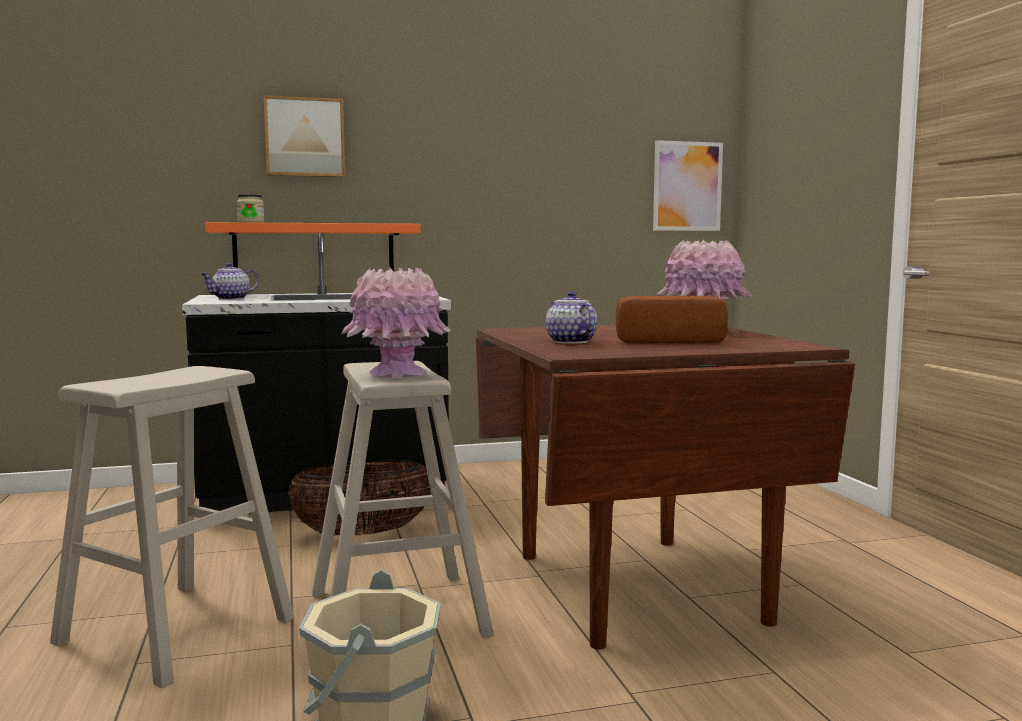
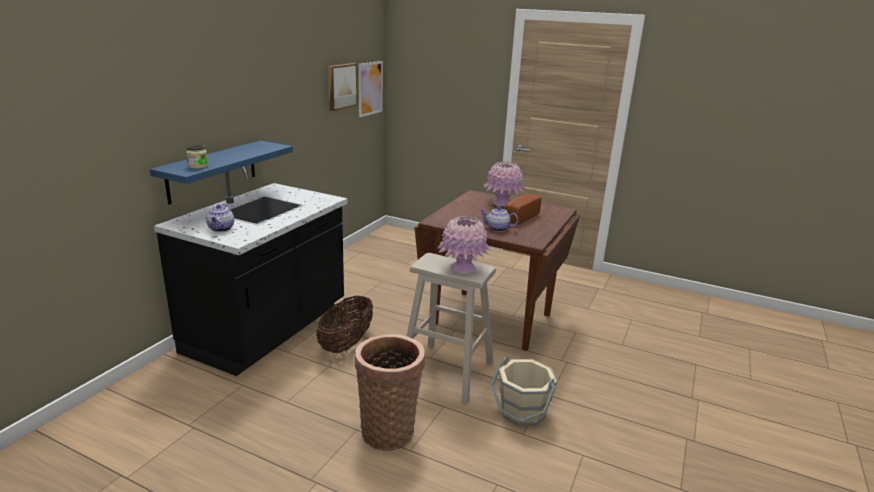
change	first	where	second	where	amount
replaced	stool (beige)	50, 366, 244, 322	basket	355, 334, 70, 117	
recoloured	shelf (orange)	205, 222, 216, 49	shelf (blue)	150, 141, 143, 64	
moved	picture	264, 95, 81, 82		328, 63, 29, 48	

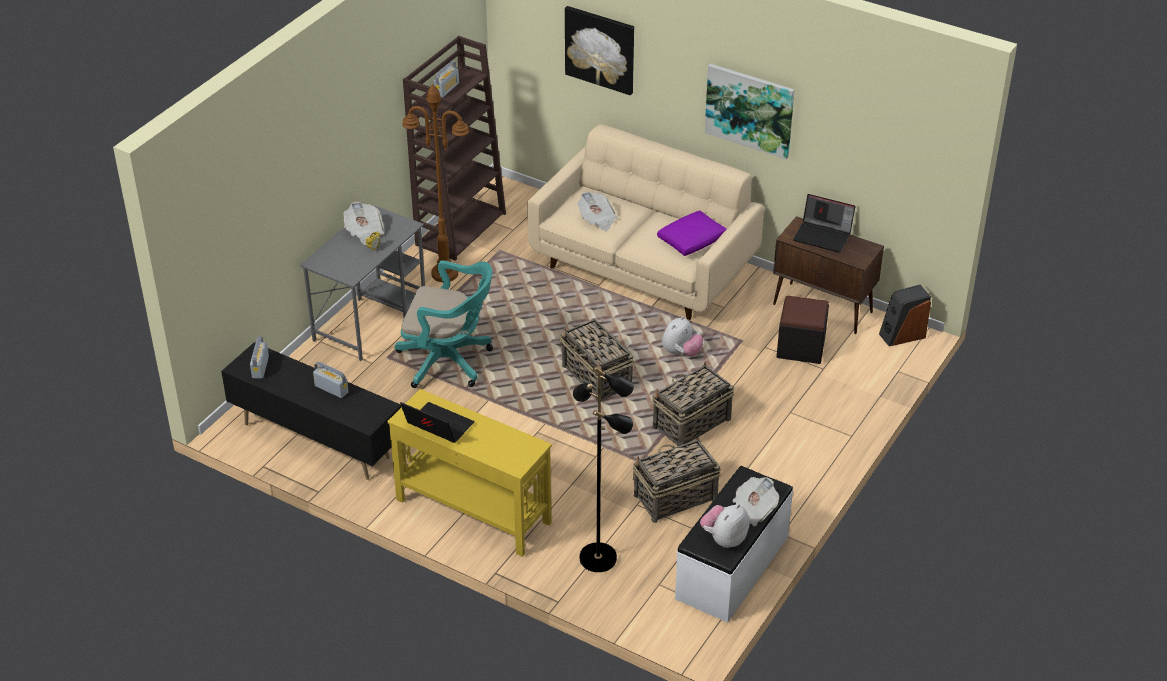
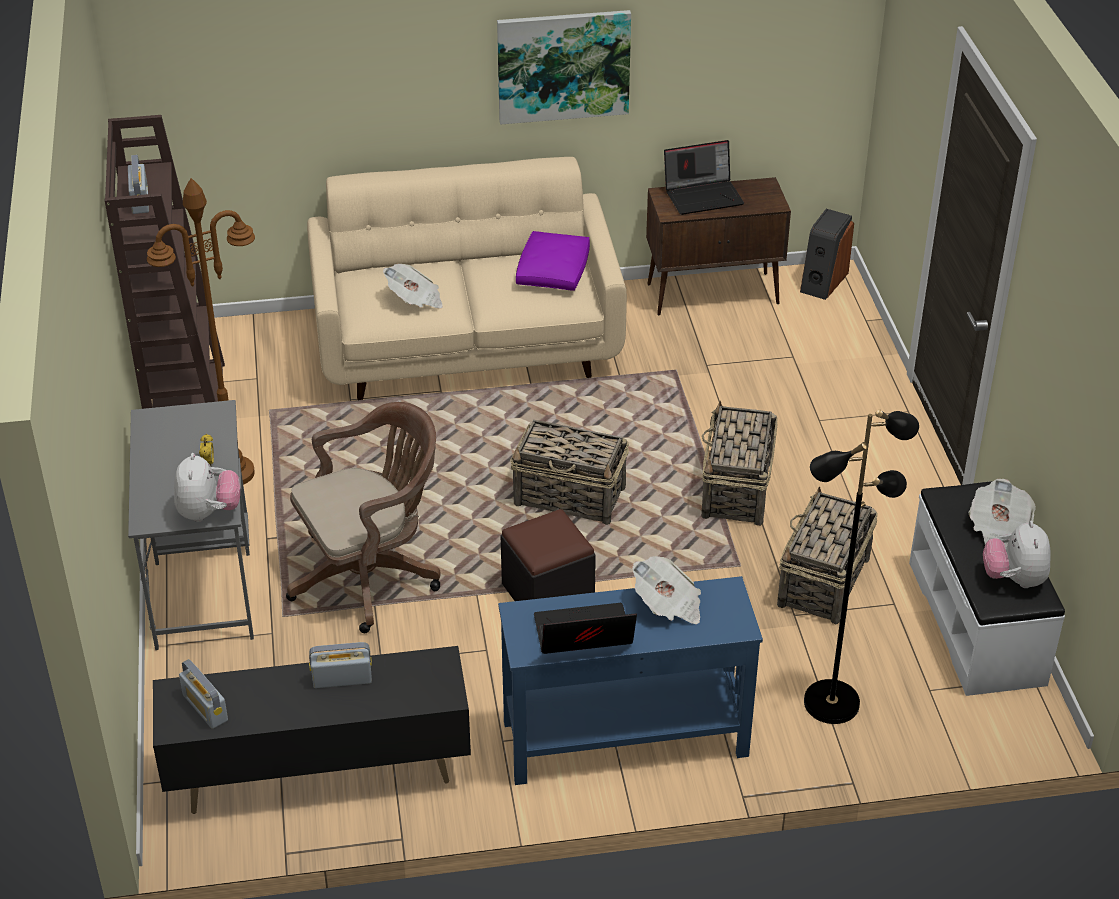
change	first	where	second	where	amount
moved	newspaper	343, 202, 41, 43		632, 556, 69, 68	
recoloured	console table (yellow)	387, 389, 165, 168	console table (blue)	498, 576, 265, 209	
recoloured	office chair (turquoise)	395, 260, 98, 128	office chair (brown)	286, 402, 155, 231	
removed	picture	565, 6, 69, 89			
moved	plush toy	662, 316, 41, 41		174, 453, 66, 69	
moved	ottoman (black)	777, 296, 52, 68		501, 509, 95, 92	

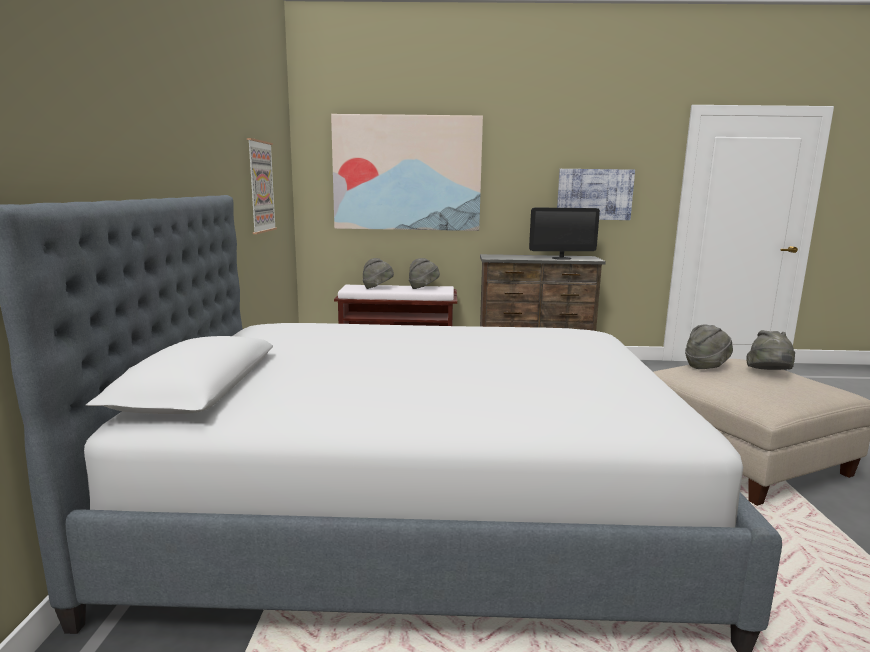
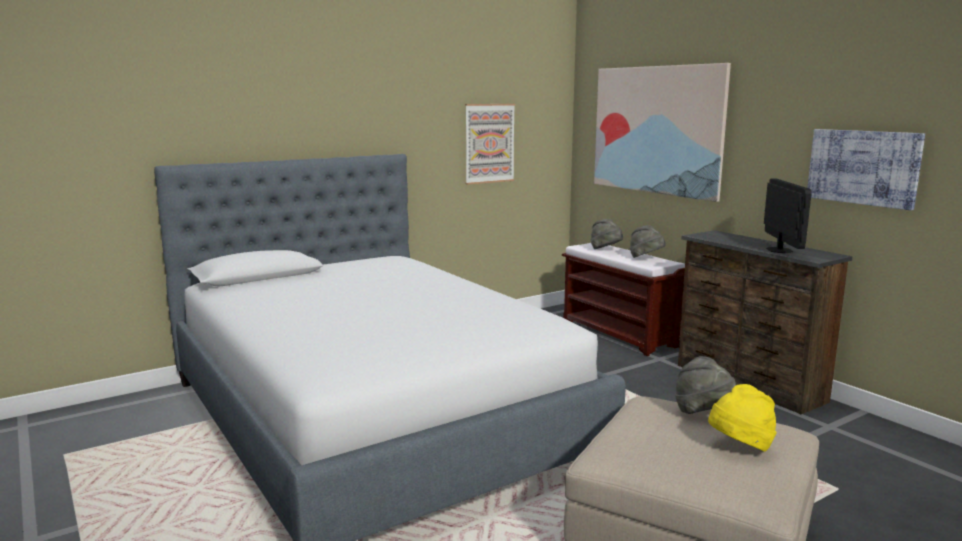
change	first	where	second	where	amount
turned	monitor	529, 207, 71, 53		764, 178, 48, 75	135 degrees counterclockwise
recoloured	hat (grey)	746, 330, 49, 40	hat (yellow)	708, 384, 69, 68	

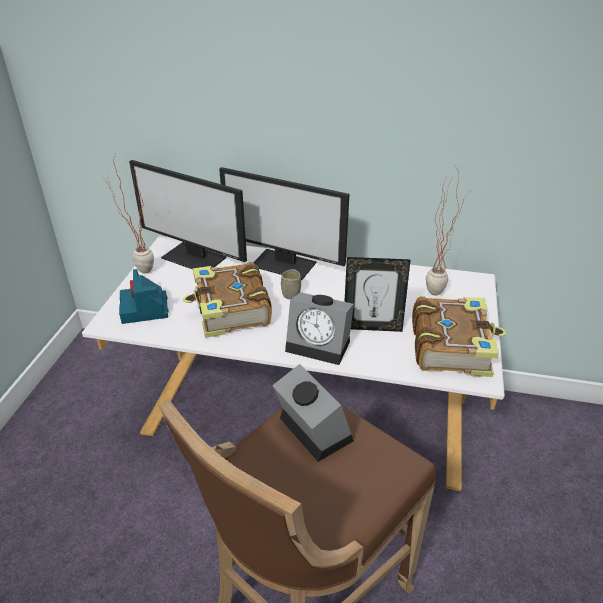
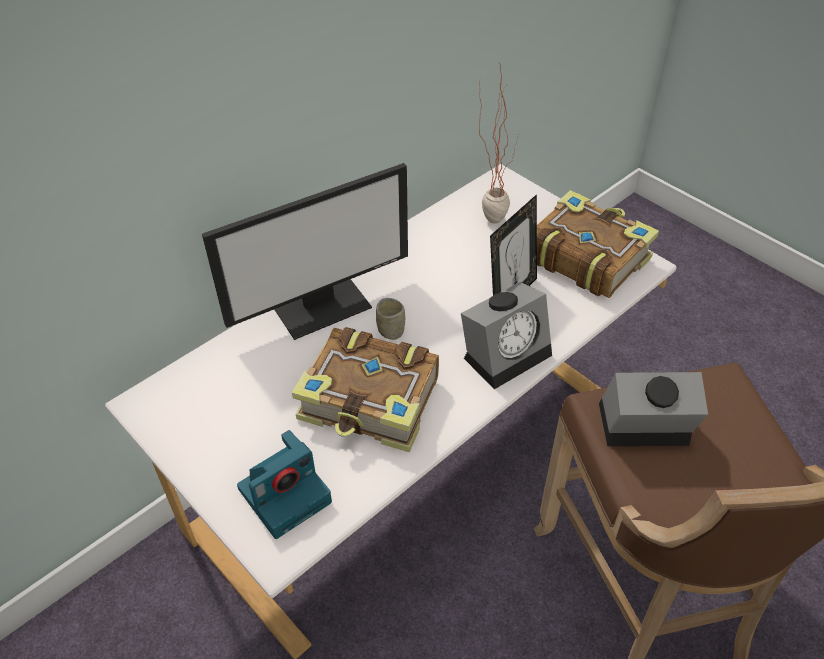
change	first	where	second	where	amount
removed	potted plant	107, 154, 47, 120			
turned	photo camera	119, 269, 50, 55		237, 430, 95, 109	60 degrees counterclockwise
removed	monitor	129, 160, 118, 109			

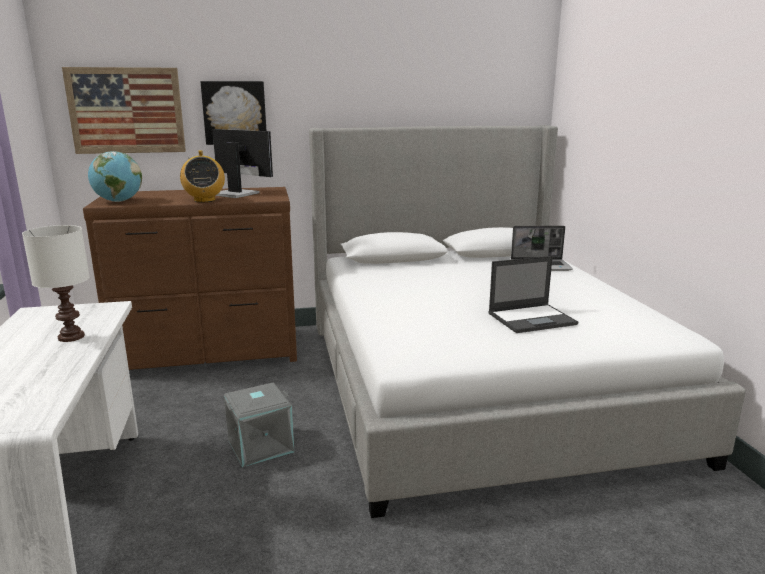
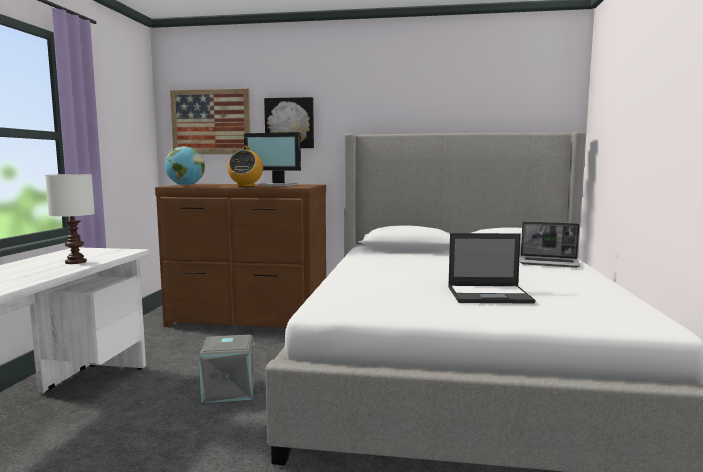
change	first	where	second	where	amount
turned	monitor	212, 129, 61, 69		244, 132, 57, 54	150 degrees clockwise

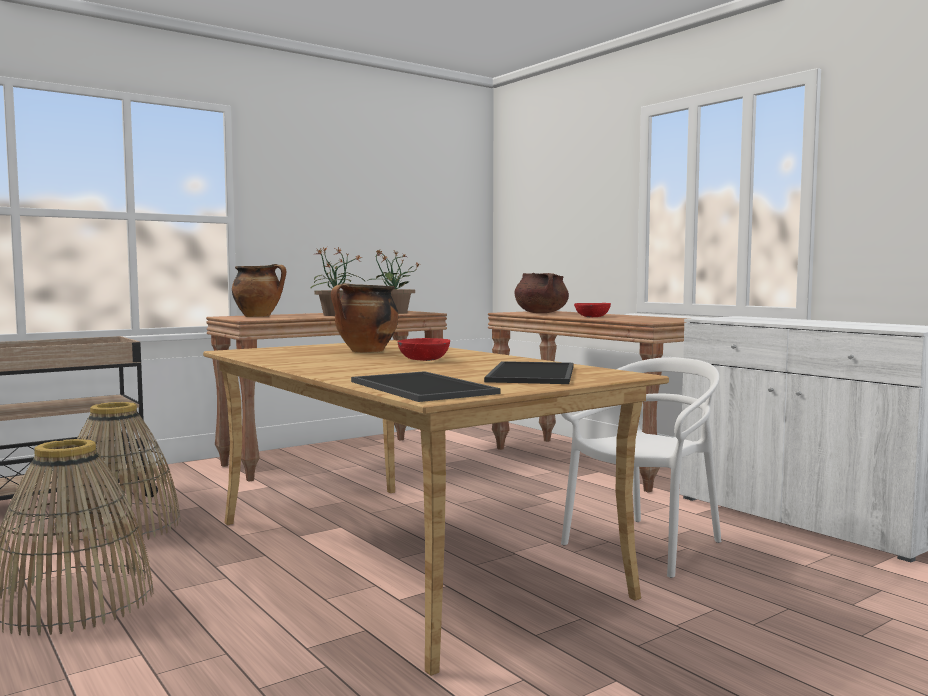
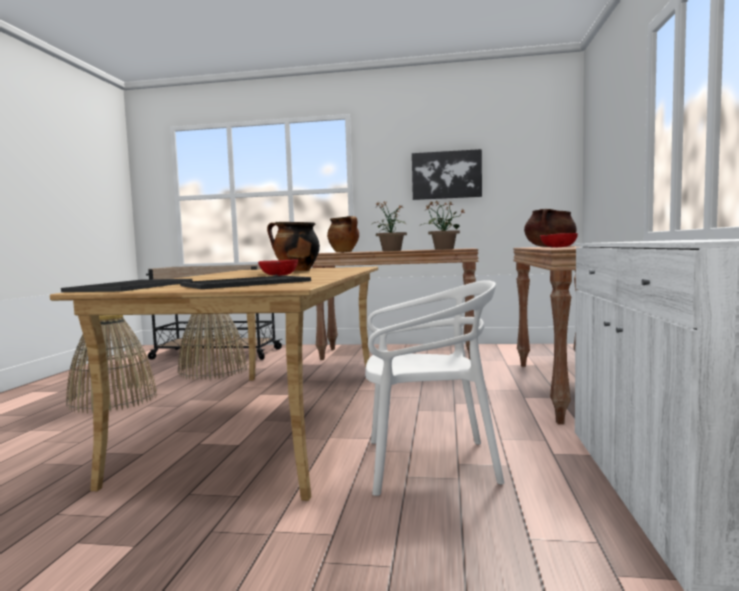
change	first	where	second	where	amount
added			picture	412, 149, 70, 51	

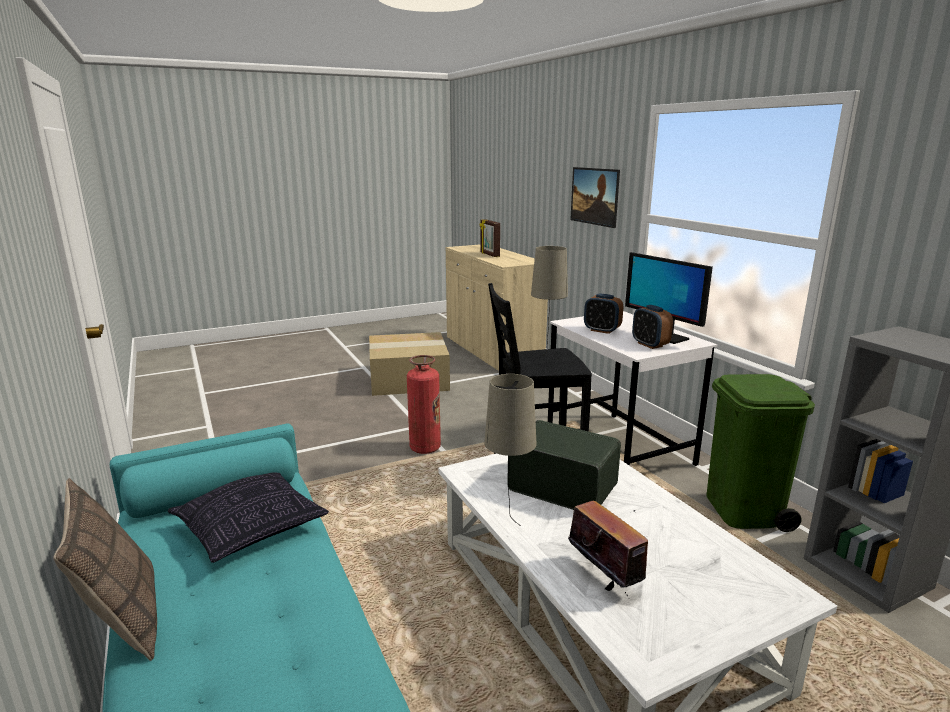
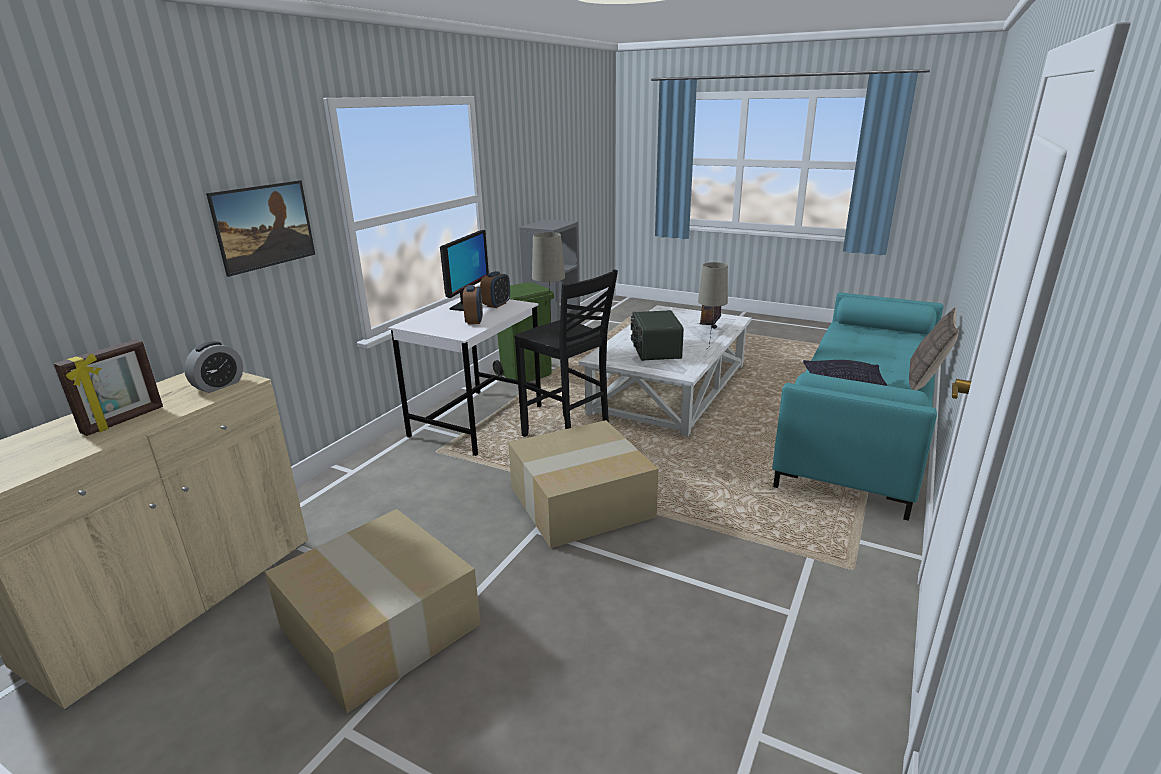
change	first	where	second	where	amount
replaced	fire extinguisher	407, 355, 34, 99	cardboard box	508, 420, 150, 129	
added			alarm clock	184, 341, 59, 52	

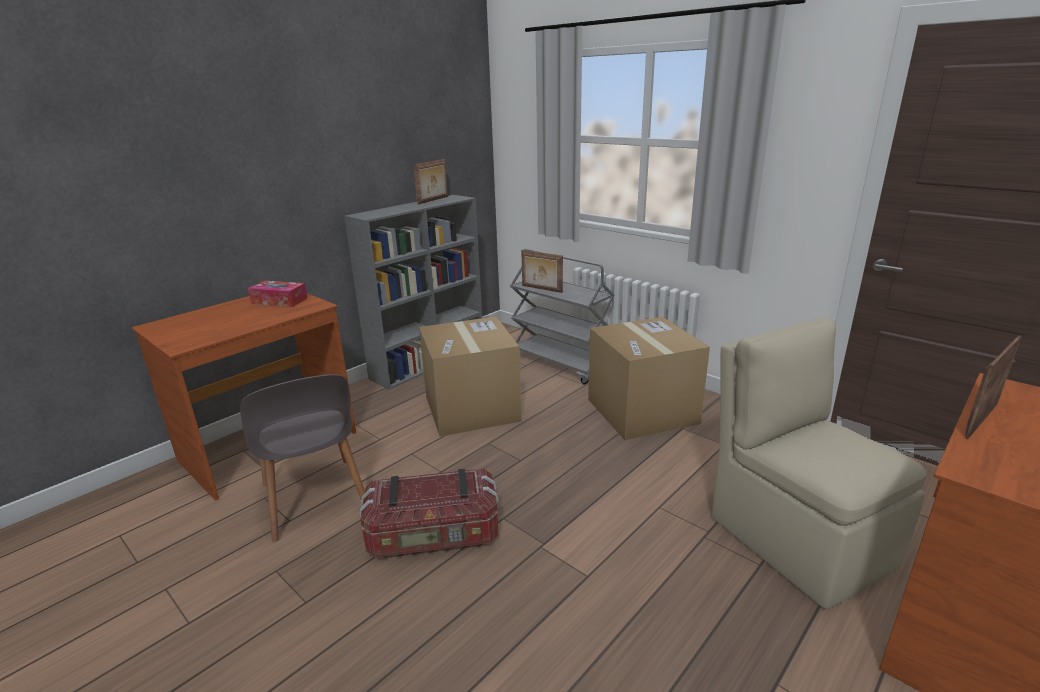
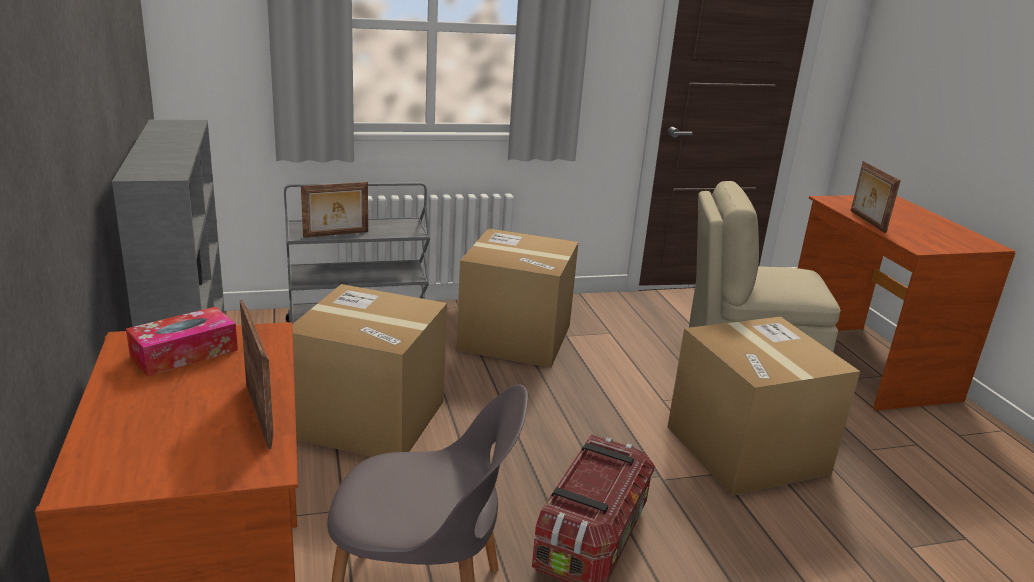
change	first	where	second	where	amount
moved	picture frame	414, 159, 34, 46		240, 300, 34, 149	
added			cardboard box	668, 316, 192, 180	

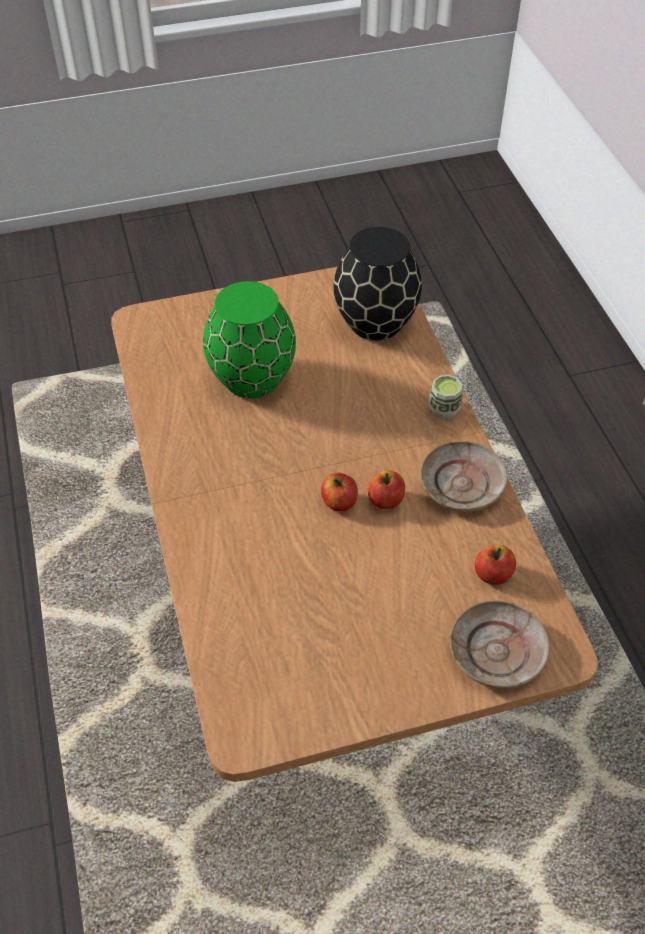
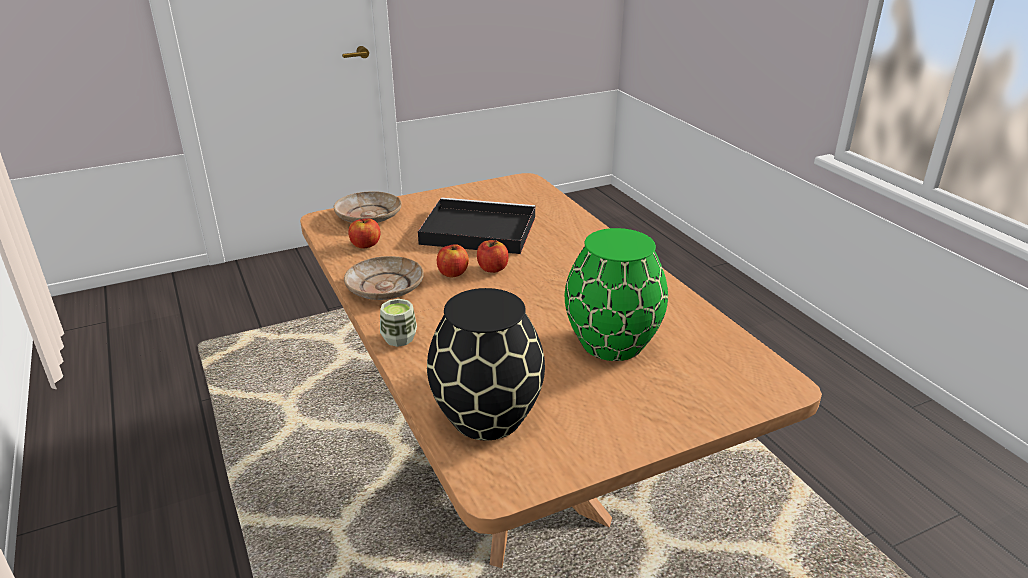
change	first	where	second	where	amount
added			tray (black)	418, 197, 118, 57	

